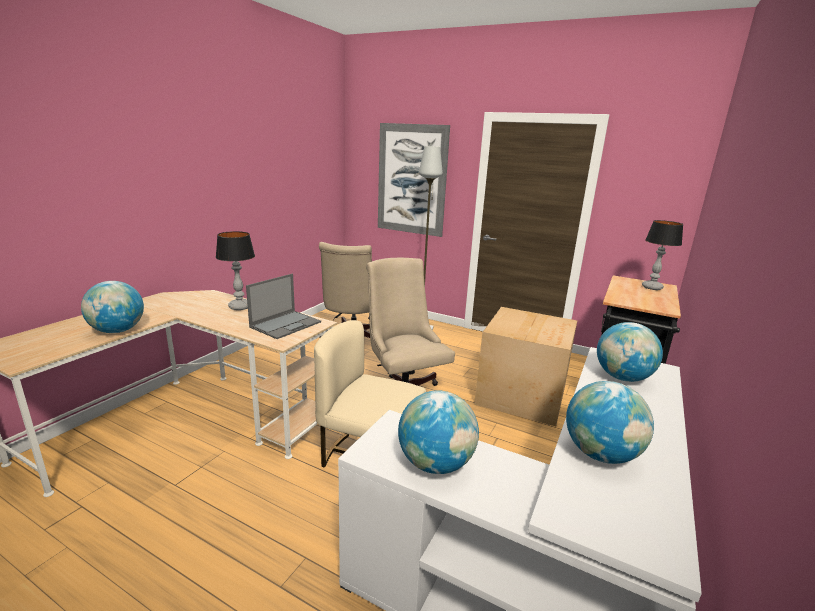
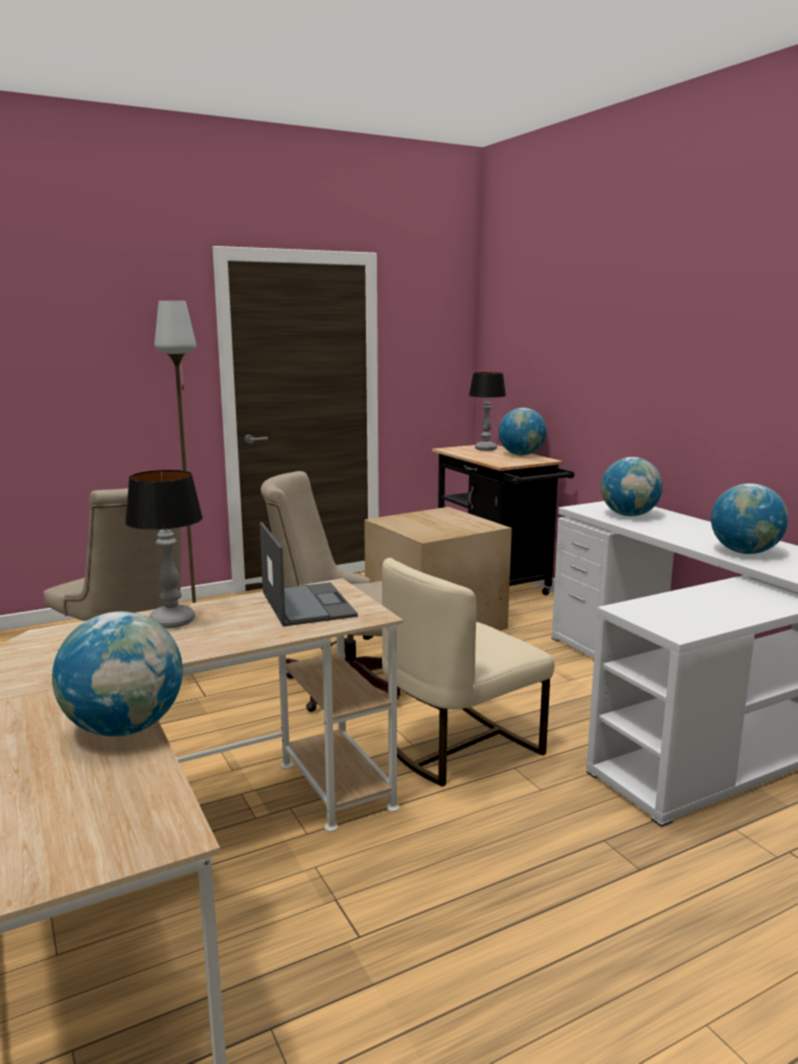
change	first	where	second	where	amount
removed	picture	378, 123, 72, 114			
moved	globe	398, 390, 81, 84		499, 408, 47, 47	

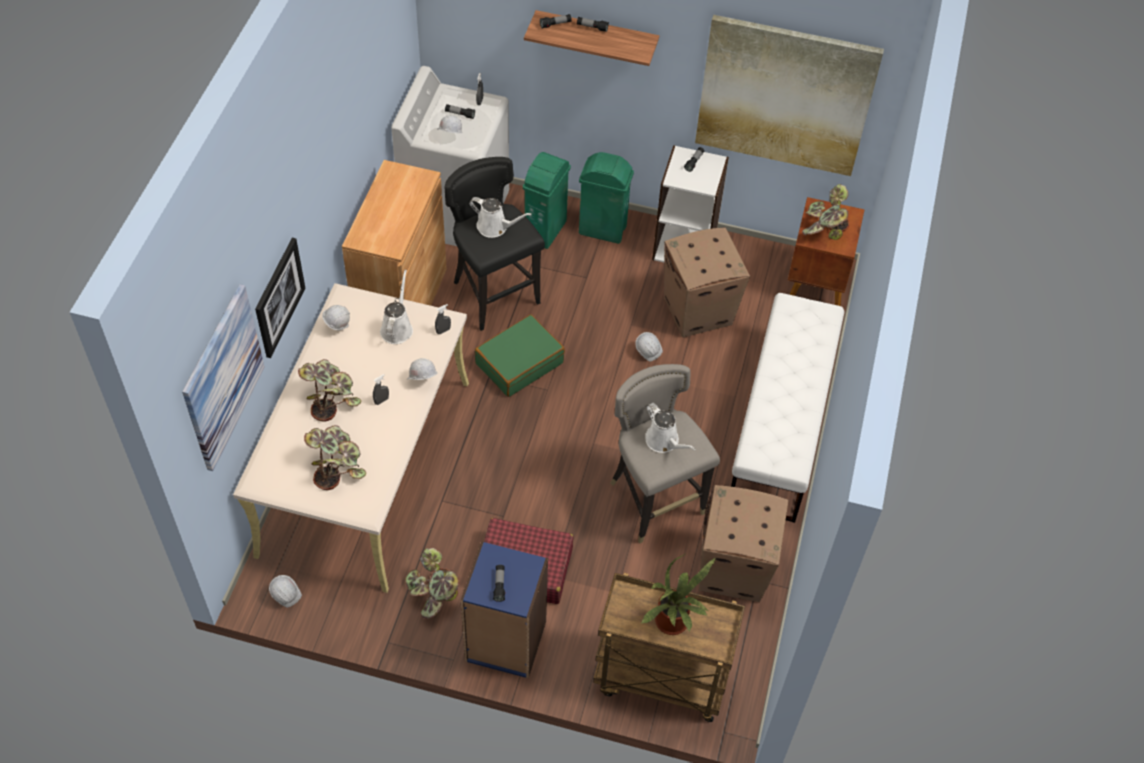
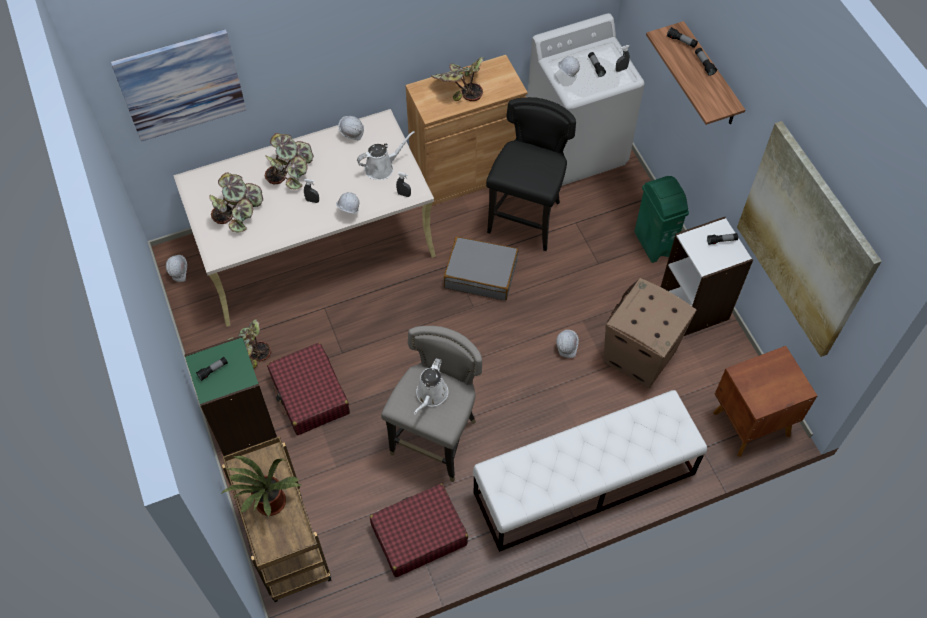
change	first	where	second	where	amount
removed	picture	255, 238, 50, 120			
recoloured	bookcase (blue)	461, 541, 87, 137	bookcase (green)	184, 336, 93, 120	
removed	watering can (white)	469, 197, 63, 41			
recoloured	suitcase (green)	475, 315, 90, 82	suitcase (grey)	444, 237, 74, 63	
removed	trash can (green)	523, 152, 48, 97			
replaced	cardboard box	699, 485, 89, 117	suitcase (red)	370, 484, 98, 93	
moved	potted plant	802, 184, 47, 56		431, 57, 53, 44	

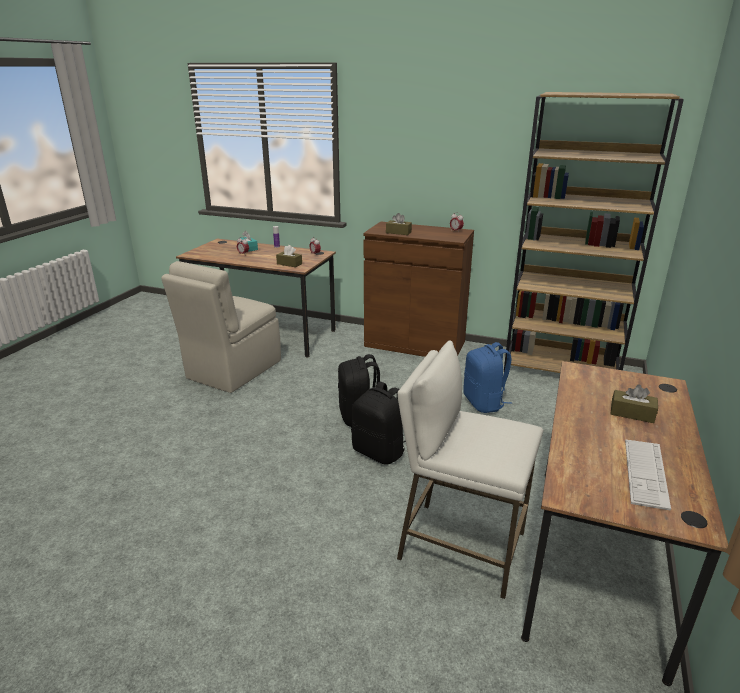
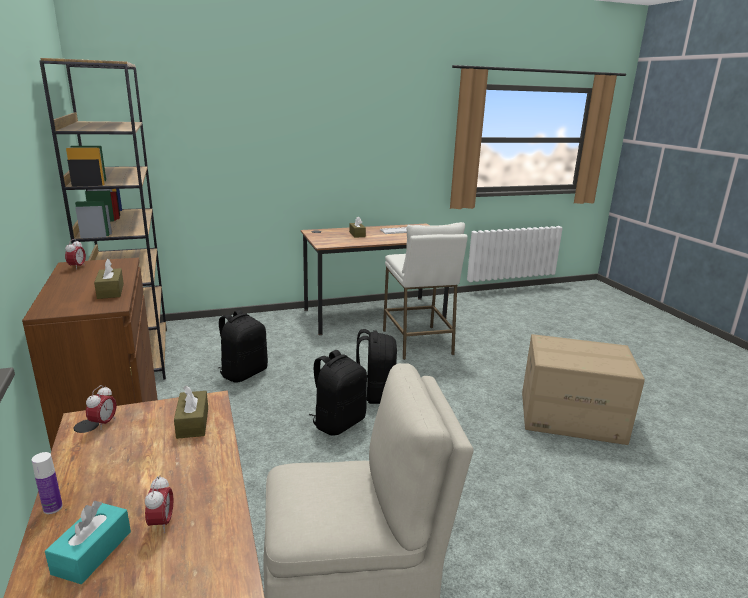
change	first	where	second	where	amount
recoloured	backpack (blue)	463, 342, 49, 71	backpack (black)	218, 310, 50, 73	
added			cardboard box	522, 334, 123, 111	

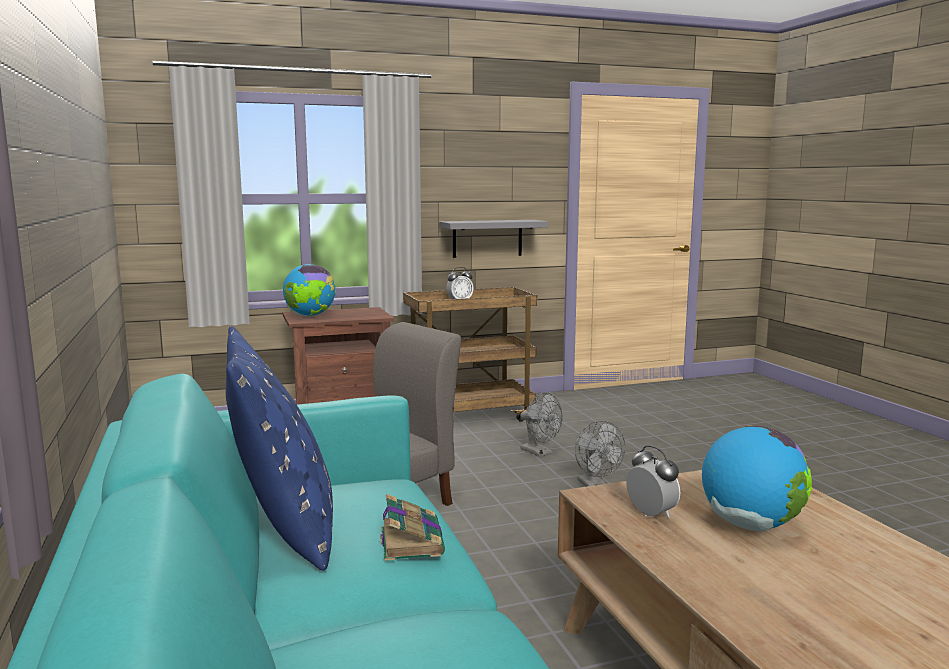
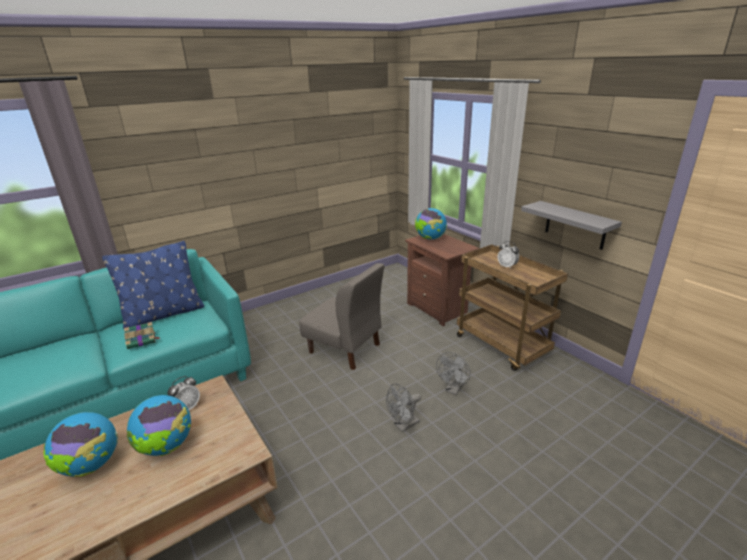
change	first	where	second	where	amount
added			globe	43, 412, 75, 65	

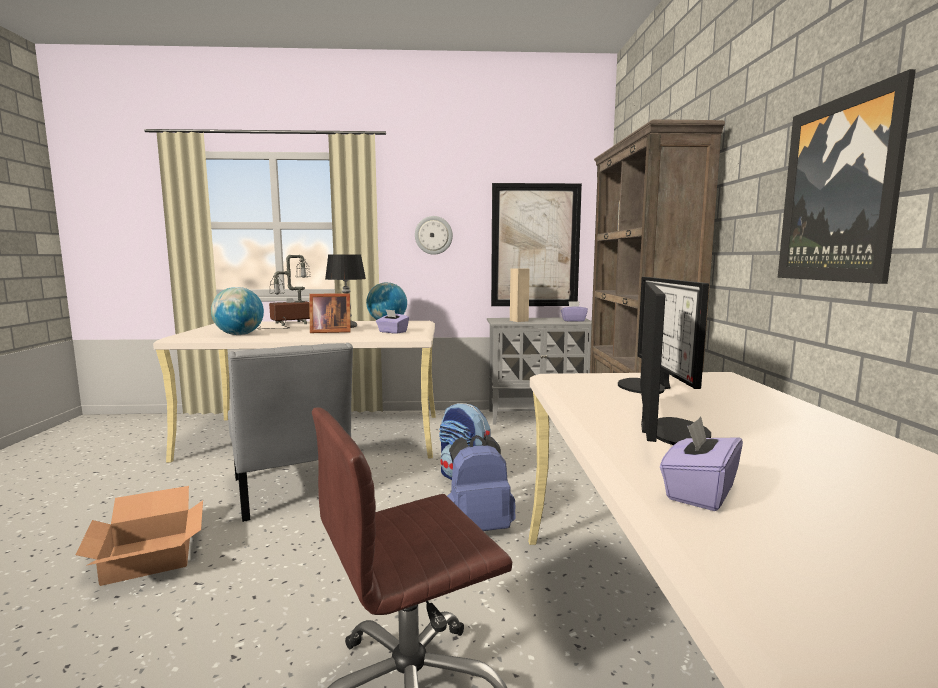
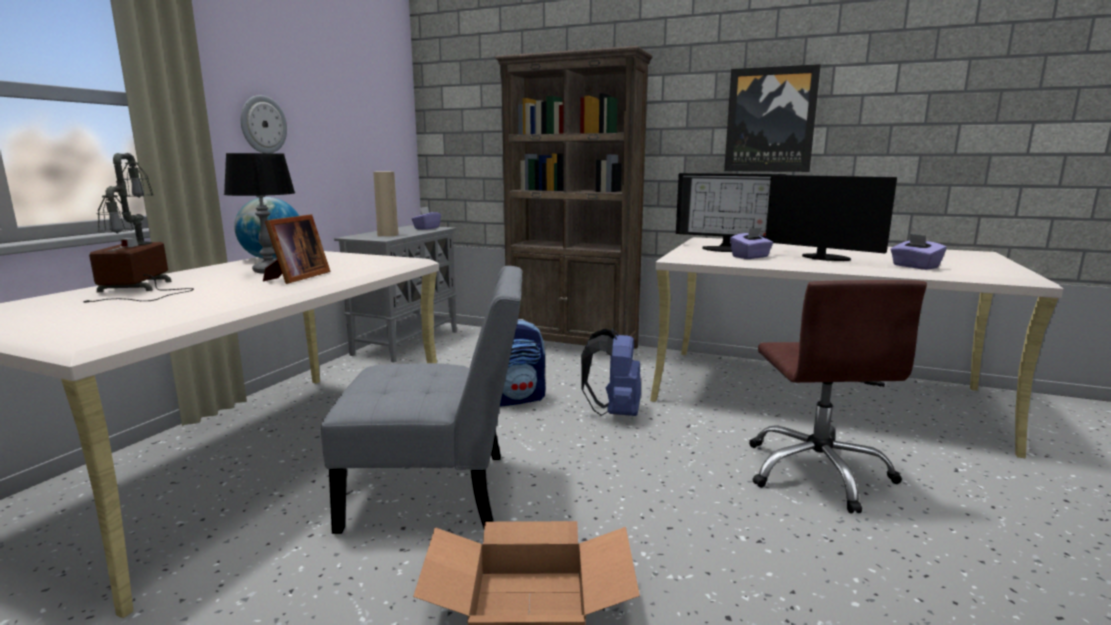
change	first	where	second	where	amount
removed	globe	211, 287, 53, 48			
moved	tissue box (purple)	376, 310, 33, 24		730, 228, 43, 31	
removed	picture	491, 183, 91, 123			

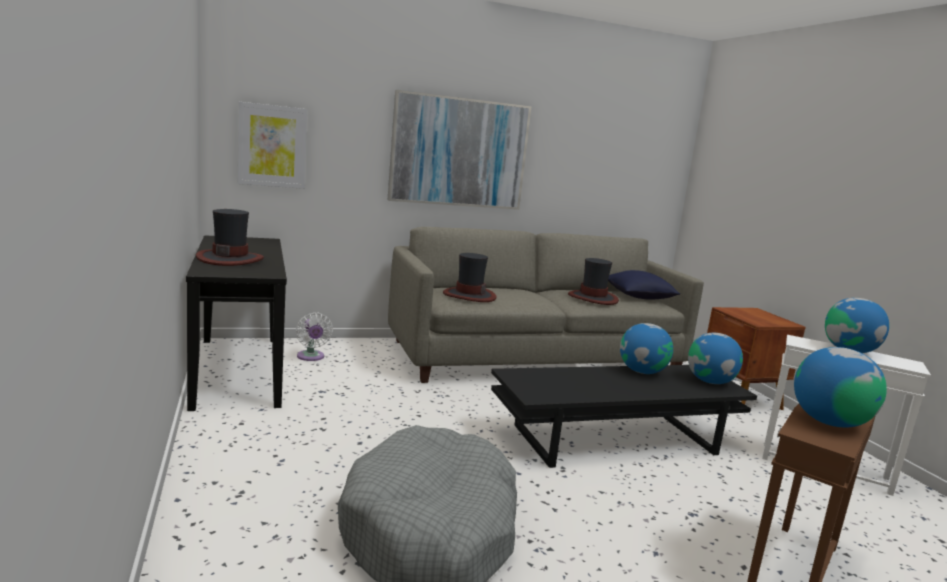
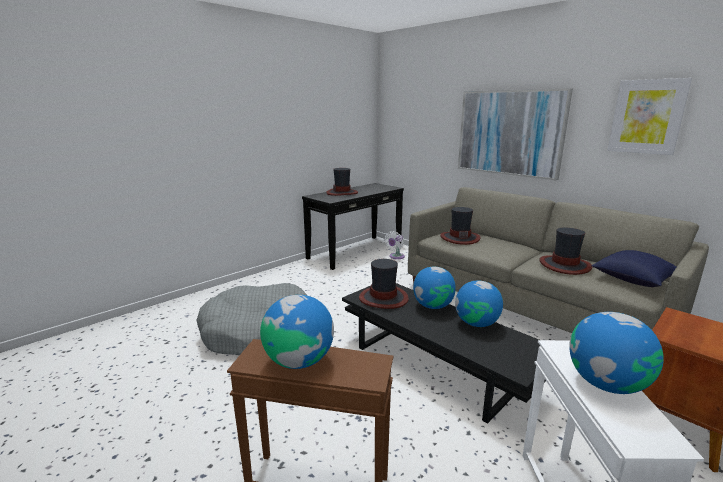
change	first	where	second	where	amount
moved	picture	238, 102, 70, 87		607, 78, 85, 77	
moved	globe	688, 333, 55, 51		413, 267, 43, 42	
added			hat	359, 259, 50, 50	

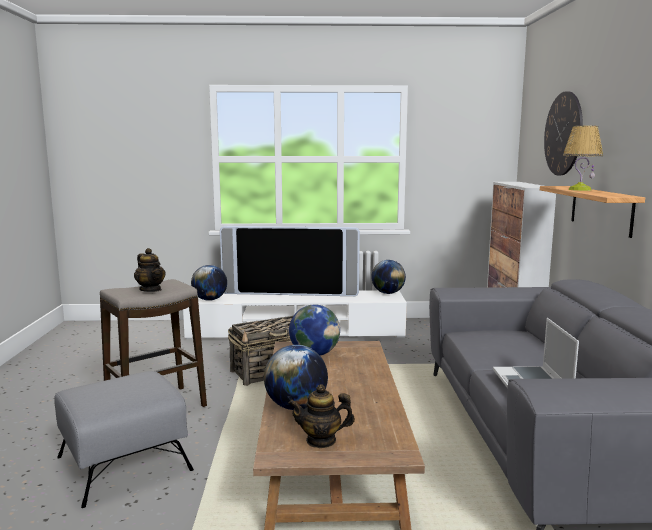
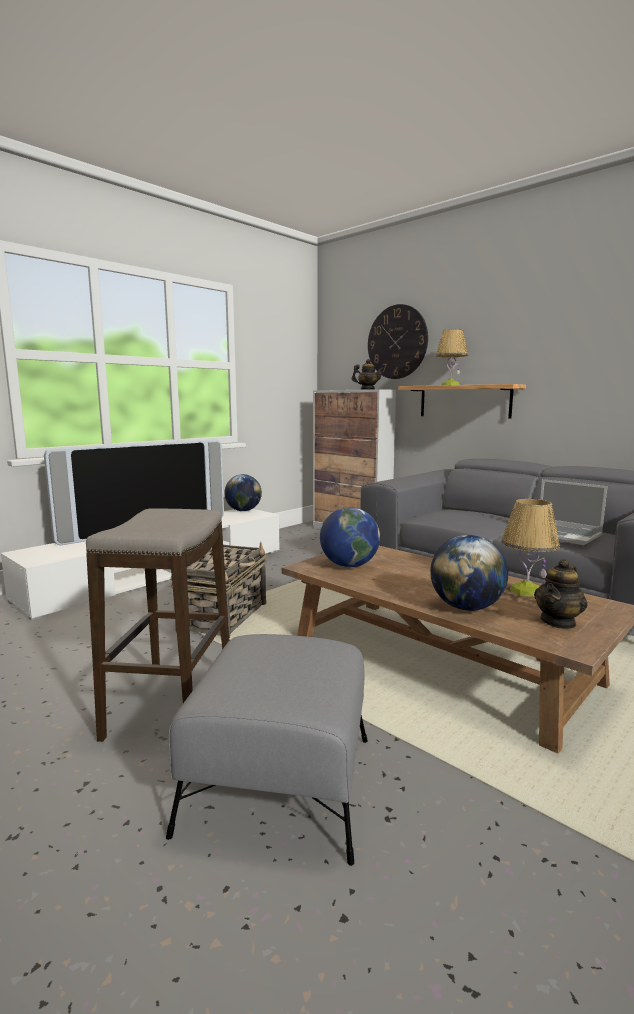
change	first	where	second	where	amount
moved	teapot	134, 248, 31, 44		352, 359, 32, 31	
removed	globe	191, 265, 36, 36			
added			table lamp	501, 499, 59, 98	

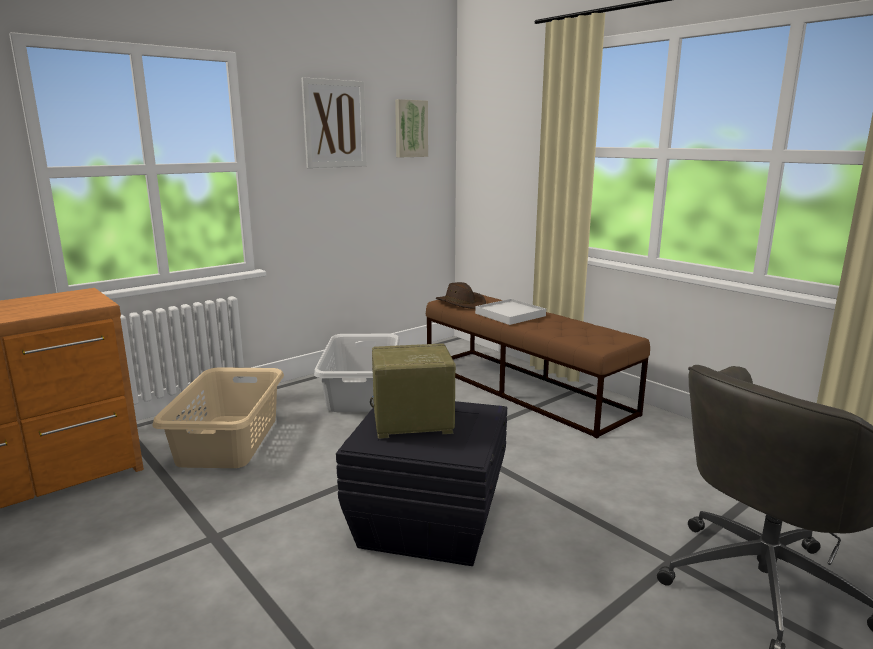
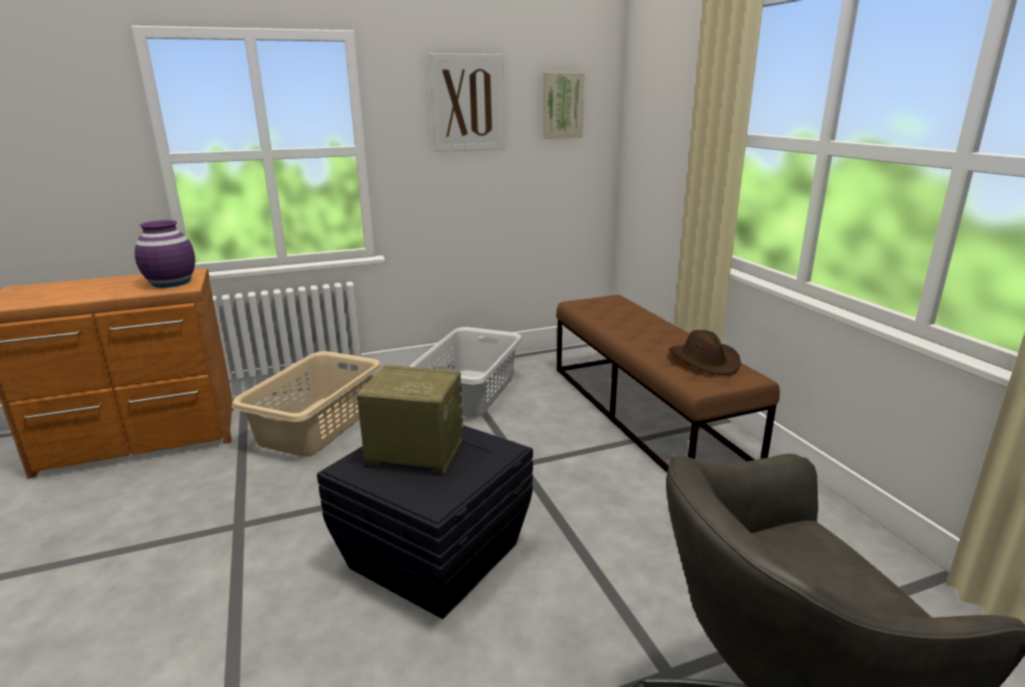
change	first	where	second	where	amount
moved	hat (brown)	436, 282, 50, 27		669, 330, 72, 45	
removed	tray (white)	475, 299, 71, 26			
added			vase (purple)	135, 220, 60, 68	

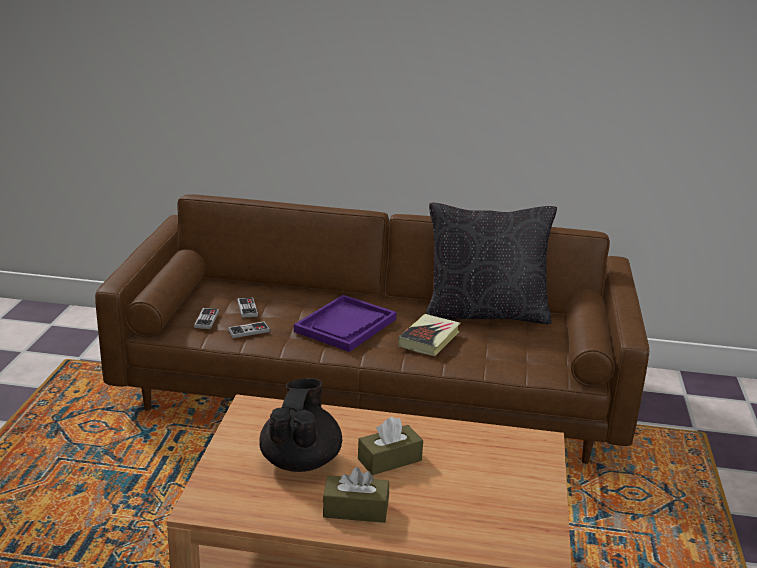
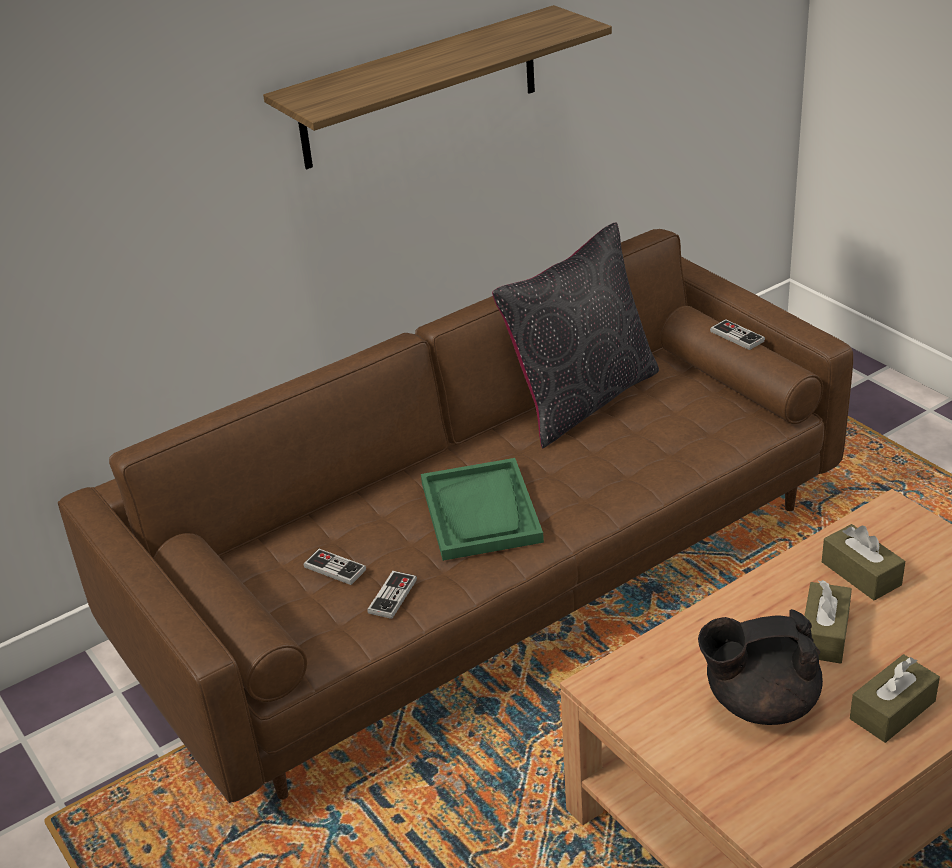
change	first	where	second	where	amount
moved	game controller	194, 308, 25, 21		710, 319, 55, 31	
turned	teapot (black)	259, 378, 83, 94		698, 609, 125, 116	60 degrees counterclockwise
recoloured	tray (purple)	294, 295, 103, 57	tray (green)	421, 458, 123, 103	
removed	book	398, 314, 62, 42			
added			shelf	263, 5, 349, 164	
added			tissue box (brown)	822, 524, 83, 77	

